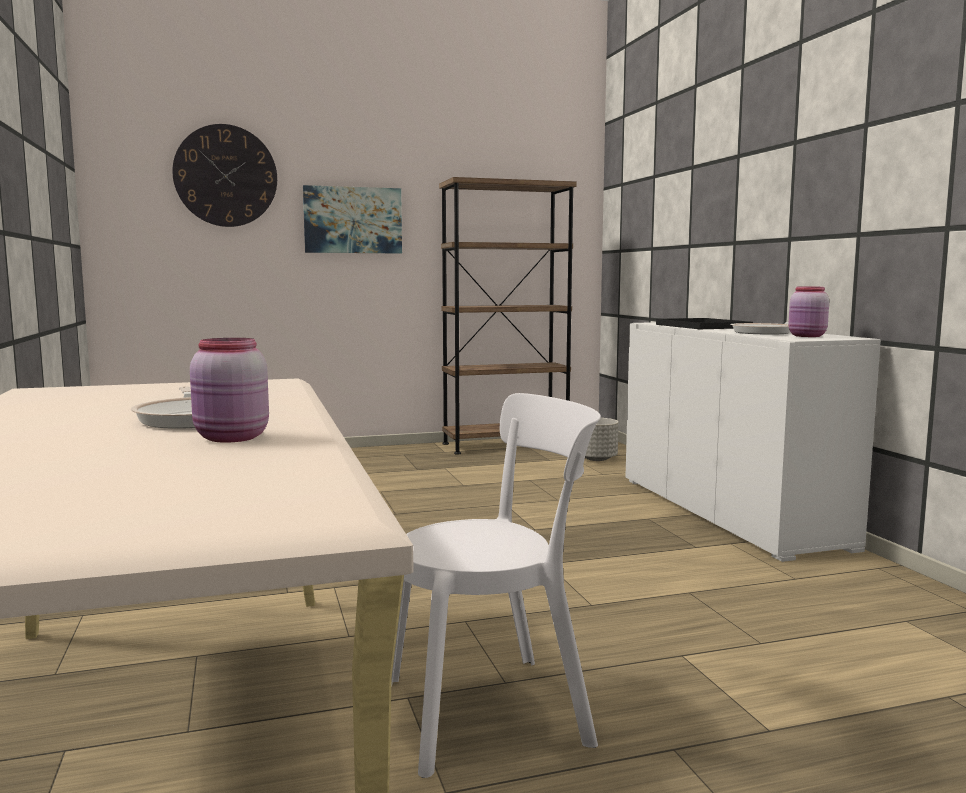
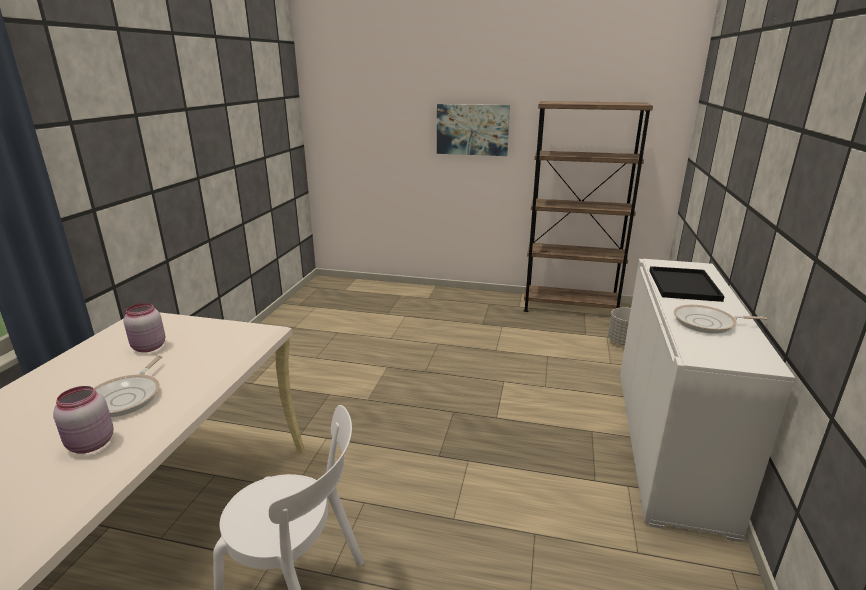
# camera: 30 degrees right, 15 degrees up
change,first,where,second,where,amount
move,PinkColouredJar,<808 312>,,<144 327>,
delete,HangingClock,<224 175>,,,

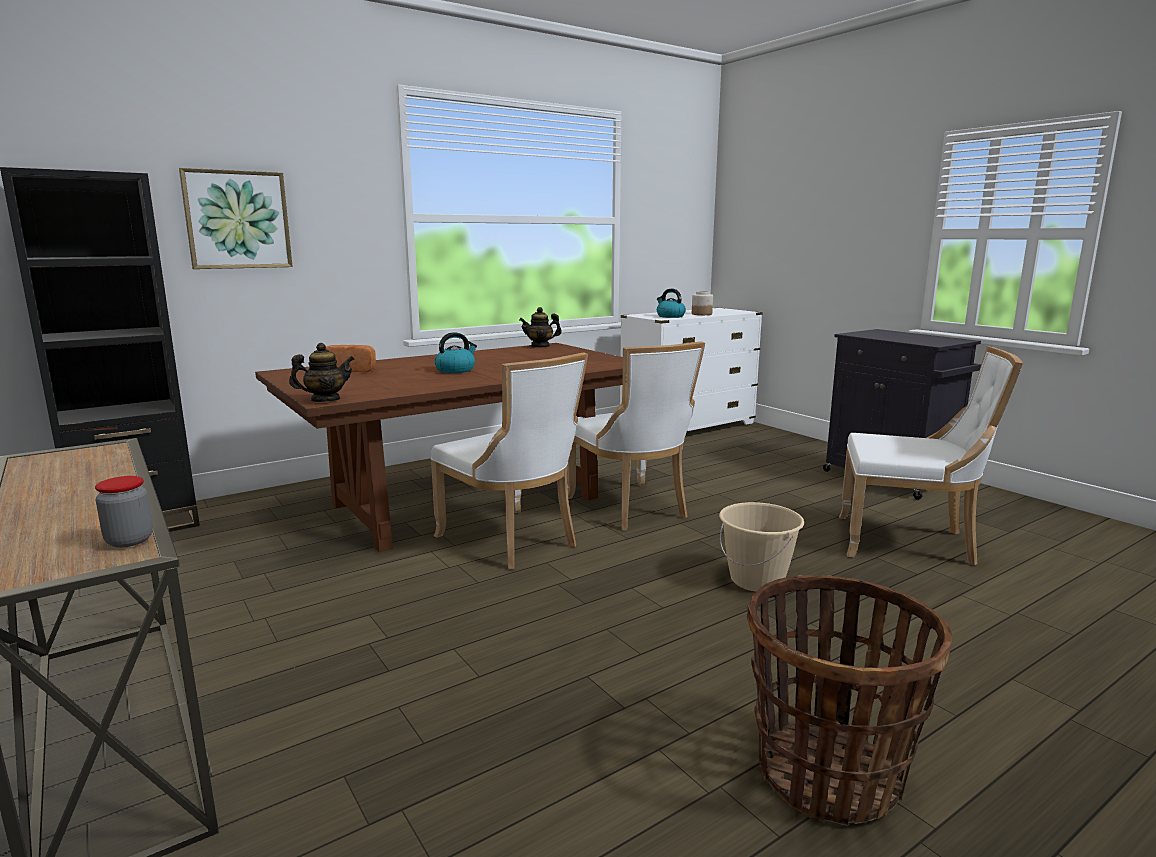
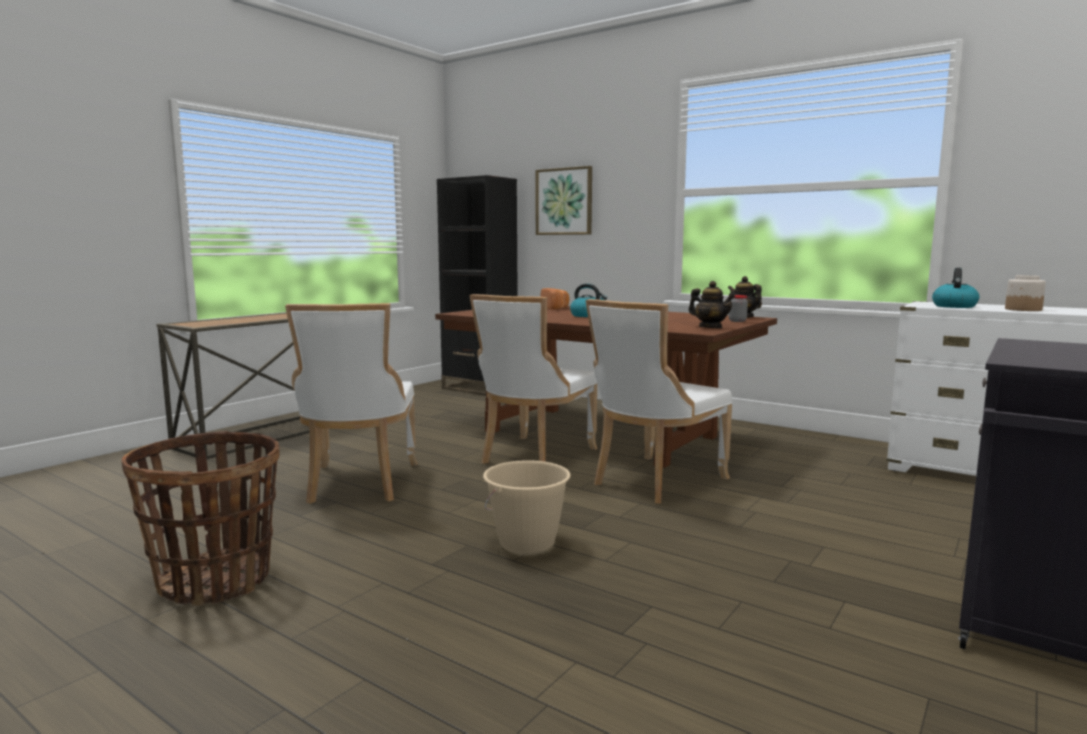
# camera: 70 degrees right, 5 degrees down
change,first,where,second,where,amount
move,WhitePlainChair,<931 456>,,<351 403>,
move,TeaPot,<321 372>,,<711 304>,
move,Jar,<124 511>,,<738 308>,

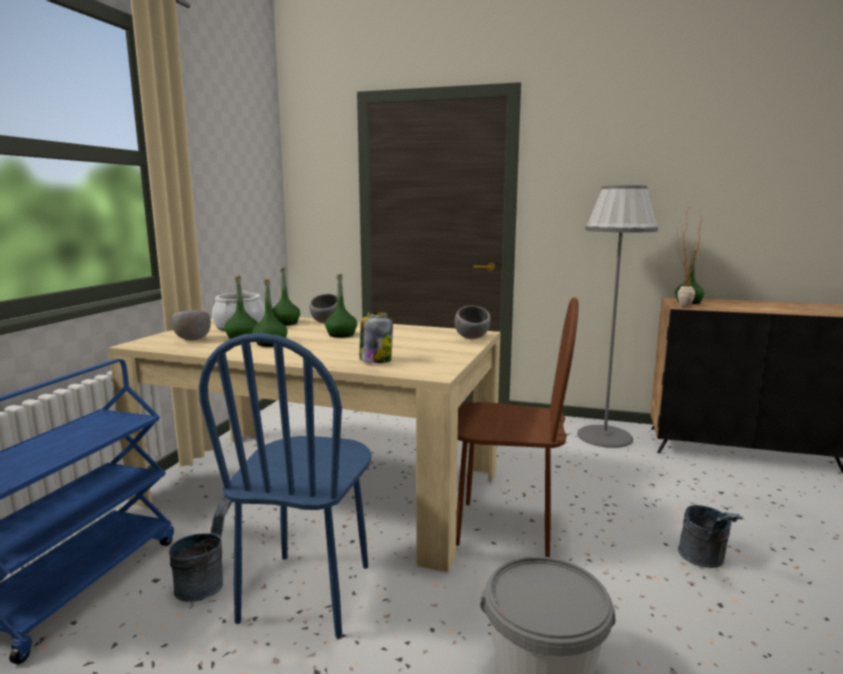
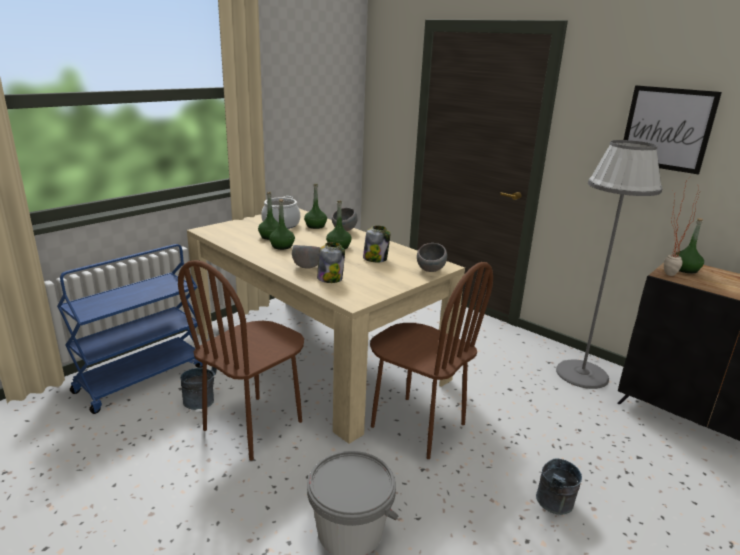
# camera: 25 degrees right, 10 degrees up
change,first,where,second,where,amount
recolor,BluishPlainChair,<285 485>,BrownishPlainChair,<241 360>,
move,GrayBowl,<191 325>,,<306 256>,
insert,,,Jar,<376 243>,
insert,,,WallPicture,<673 130>,

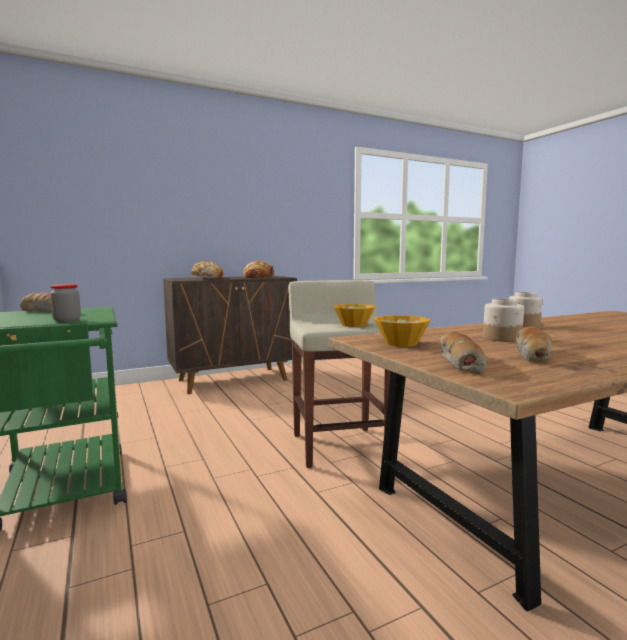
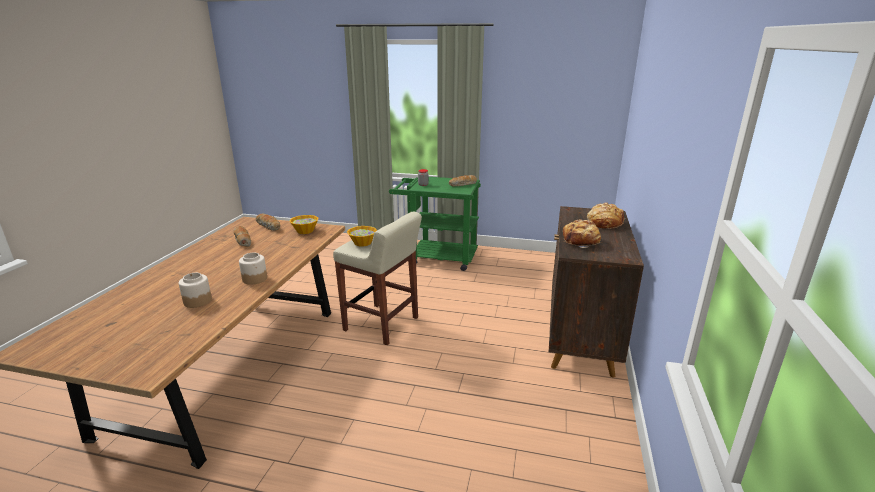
# camera: 130 degrees right, 15 degrees up
change,first,where,second,where,amount
move,Jar,<503 320>,,<195 290>,

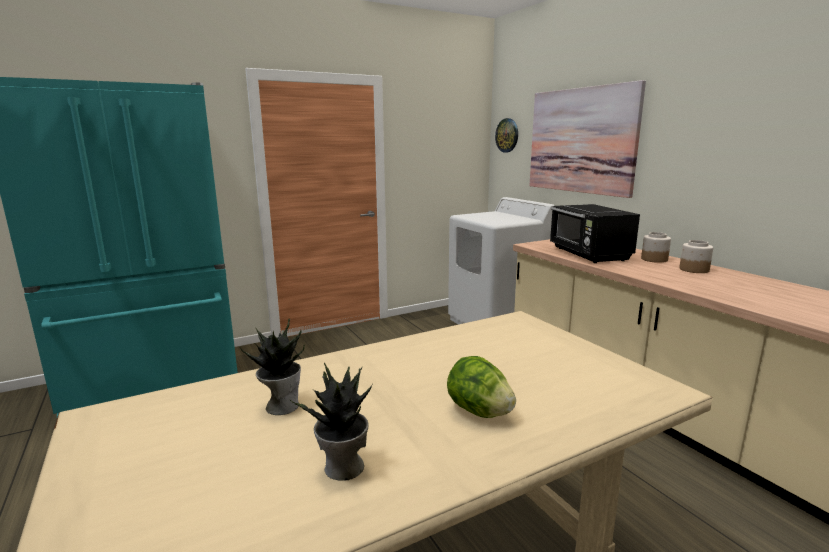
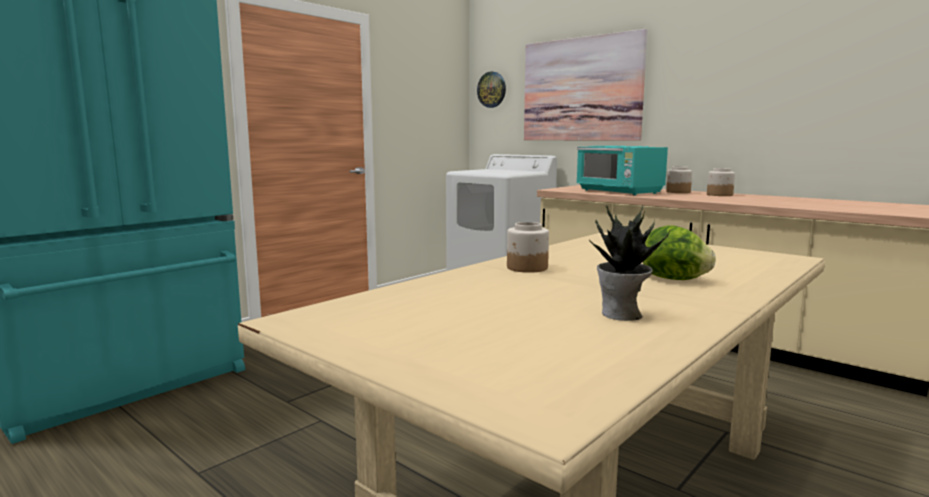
# camera: 20 degrees left, 5 degrees down
change,first,where,second,where,amount
insert,,,Jar,<528 247>,
recolor,BlackColouredKitchenMicrowave,<595 233>,TurquoiseKitchenMicrowave,<622 170>,
delete,Houseplant,<272 367>,,,

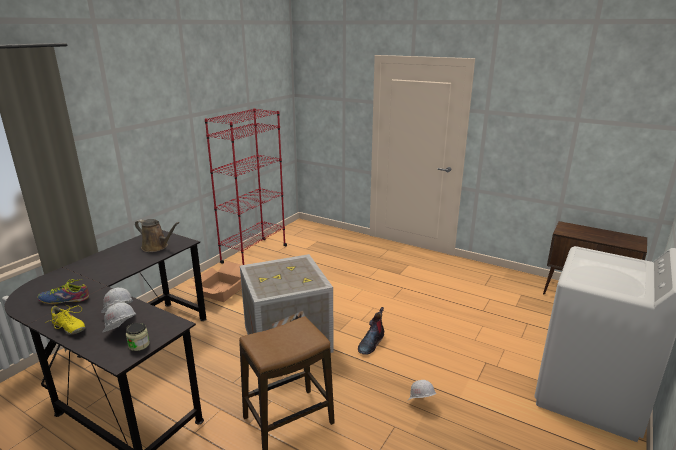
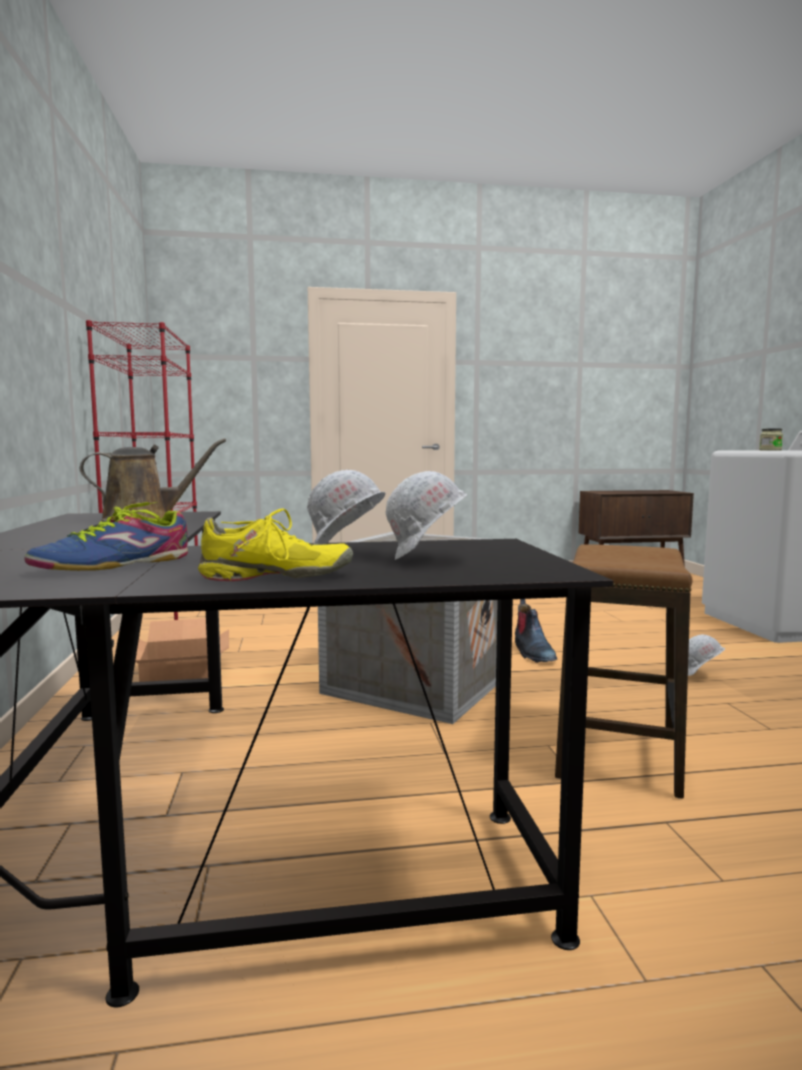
# camera: 40 degrees left, 15 degrees down
change,first,where,second,where,amount
move,Jar,<138 337>,,<771 439>,

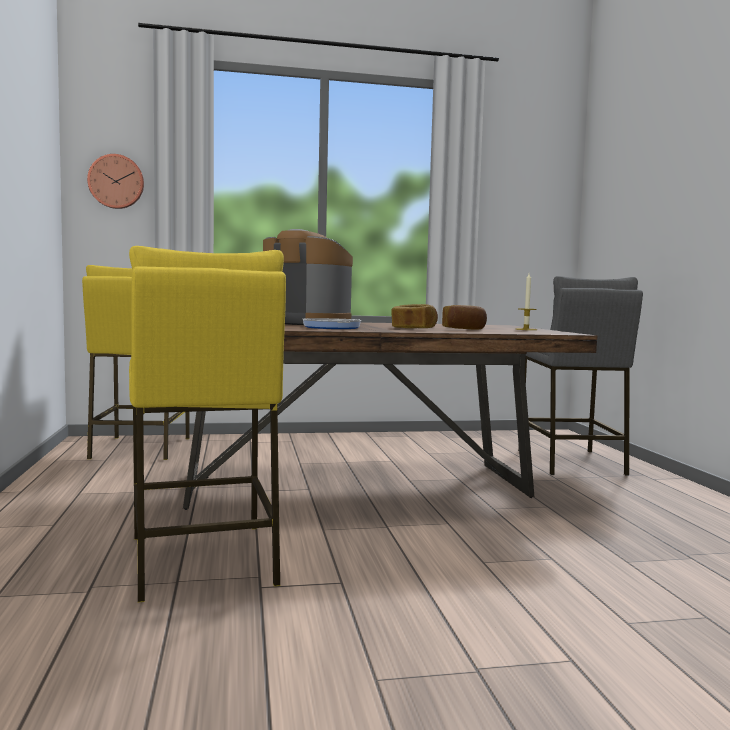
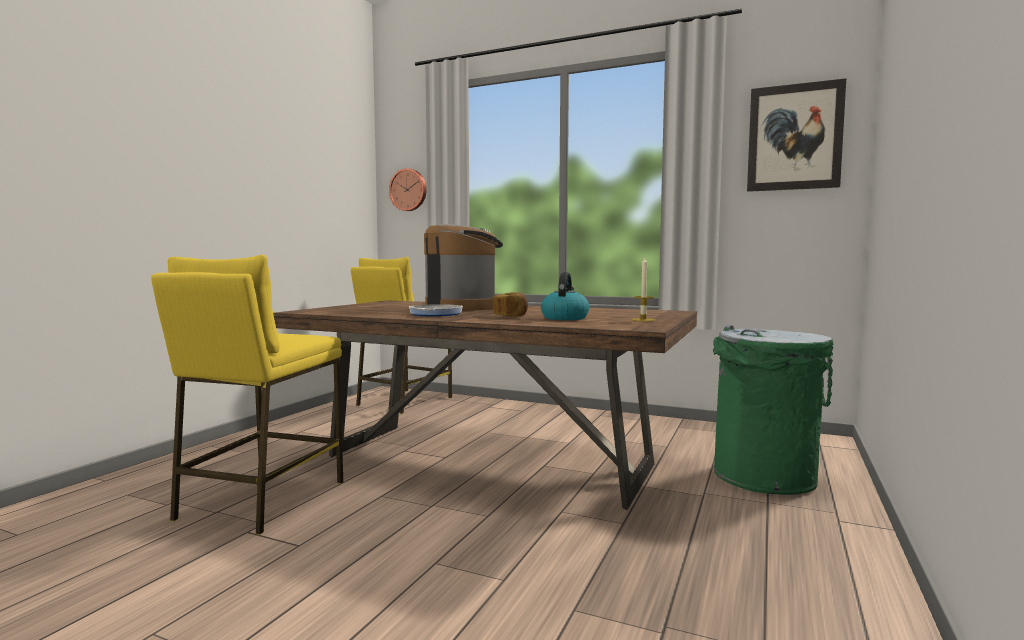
# camera: 35 degrees right, 0 degrees up
change,first,where,second,where,amount
replace,BakeryBread,<464 317>,TeaKettle,<565 296>,
replace,GraySittingStool,<580 376>,GreenTrashCan,<773 410>,
insert,,,WallPicture,<796 135>,

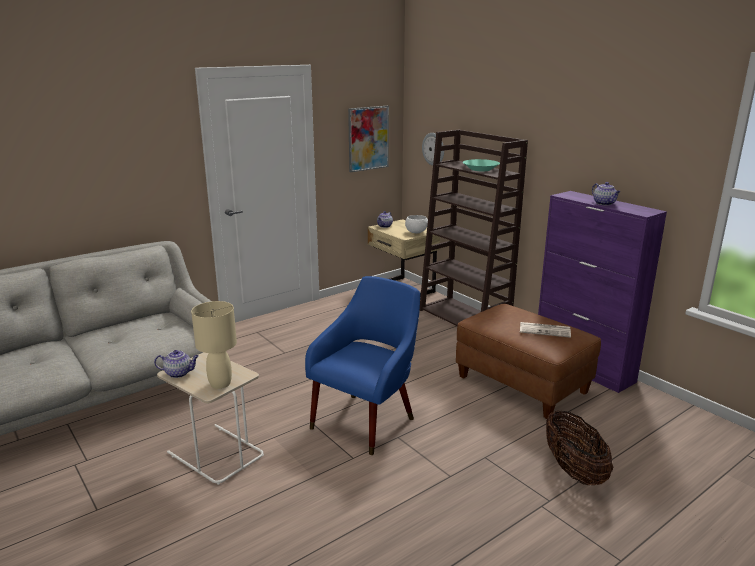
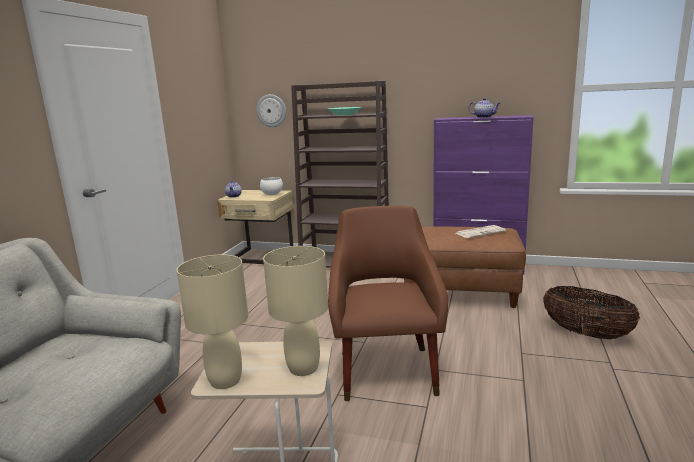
# camera: 35 degrees left, 5 degrees down
change,first,where,second,where,amount
replace,TeaPot,<176 364>,BeigeColouredTabletopLamp,<212 322>,
recolor,BluishLoungeChair,<362 365>,BrownishLoungeChair,<388 303>,
delete,WallPicture,<368 139>,,,

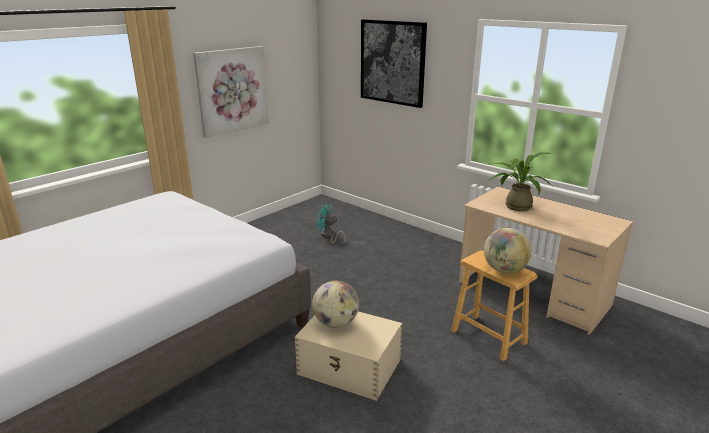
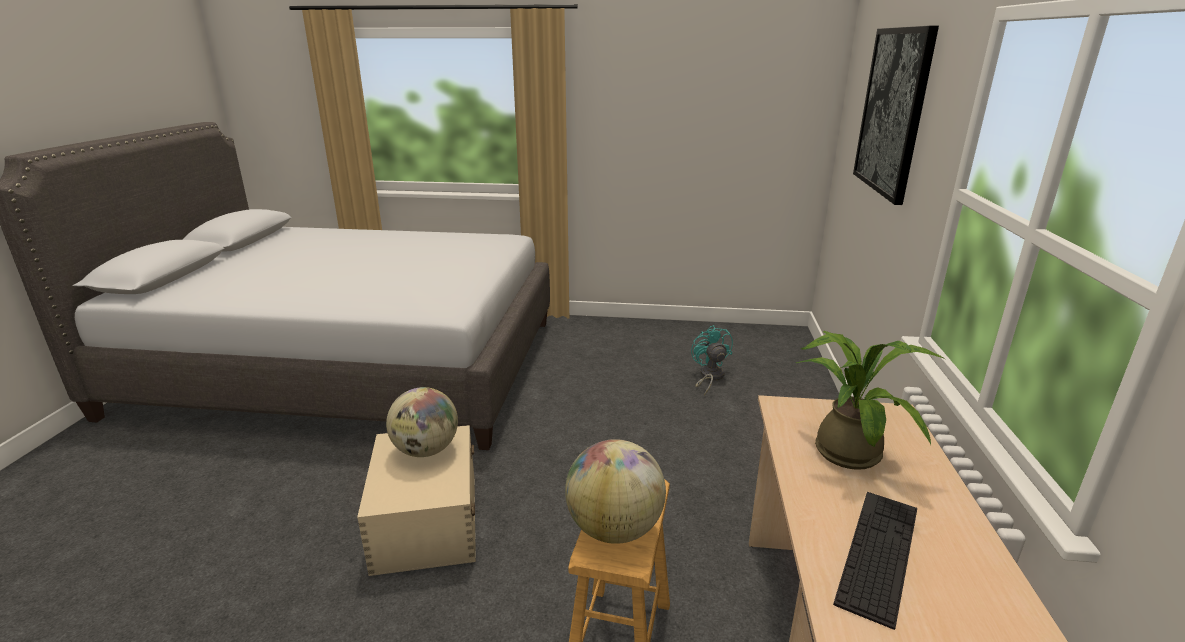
# camera: 55 degrees right, 0 degrees up
change,first,where,second,where,amount
insert,,,PcKeyboard,<875 561>,
delete,WallPicture,<231 92>,,,

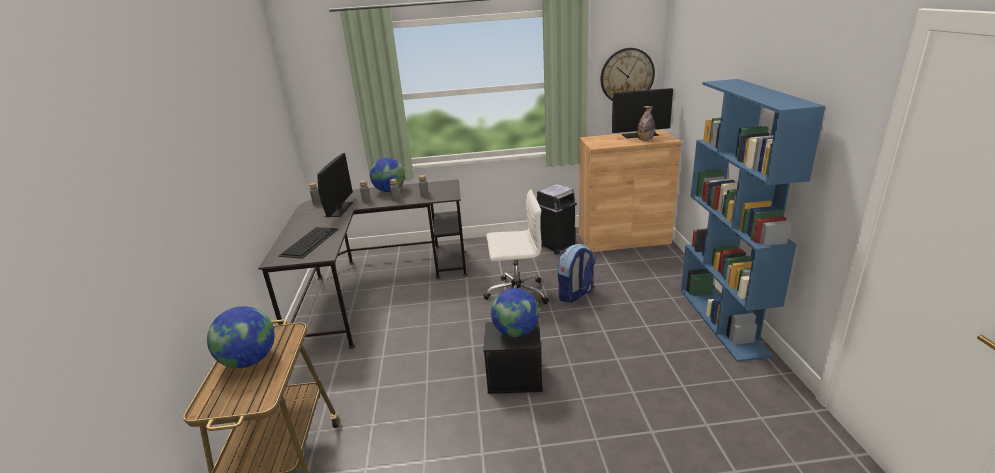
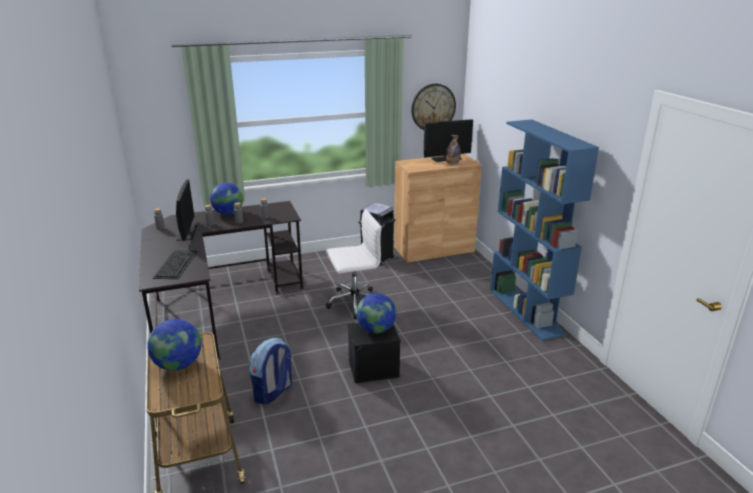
# camera: 15 degrees left, 0 degrees up
change,first,where,second,where,amount
move,Knapsack,<576 273>,,<270 371>,

